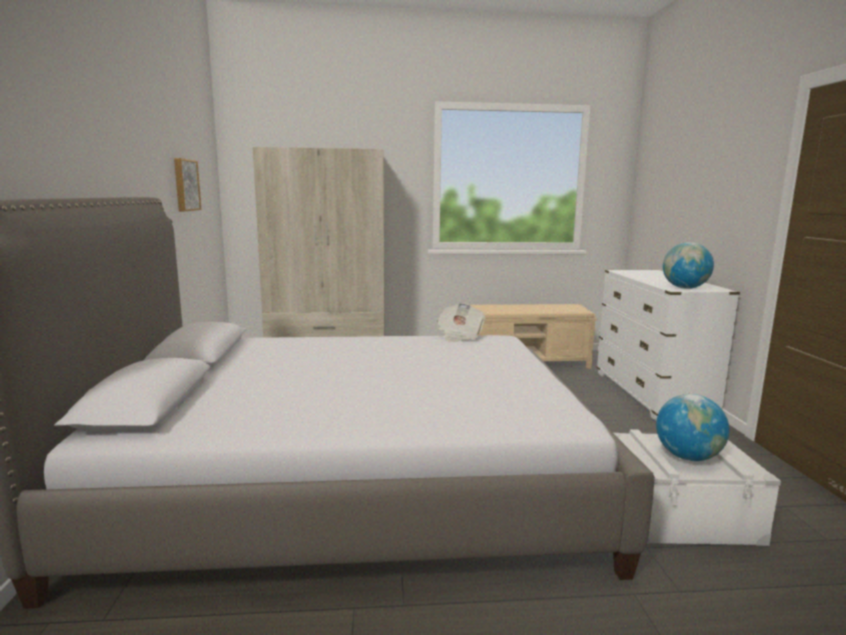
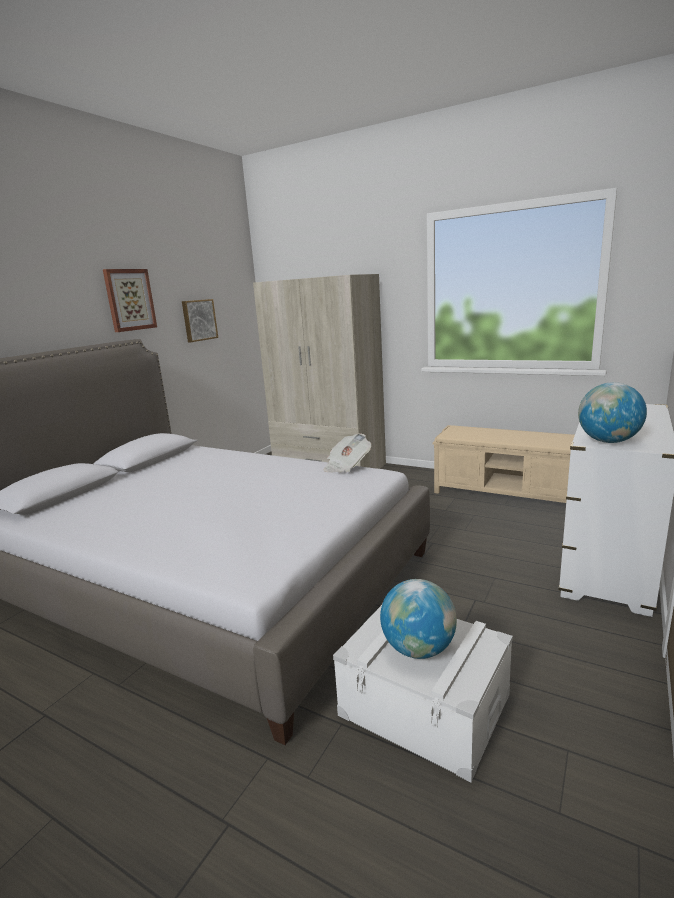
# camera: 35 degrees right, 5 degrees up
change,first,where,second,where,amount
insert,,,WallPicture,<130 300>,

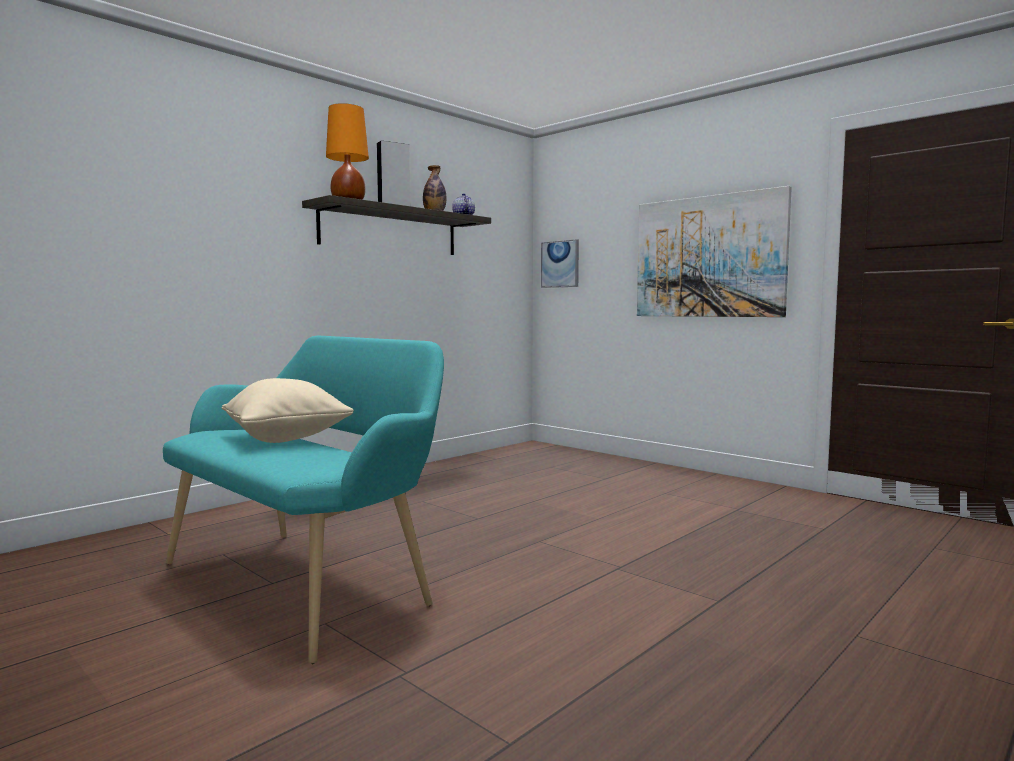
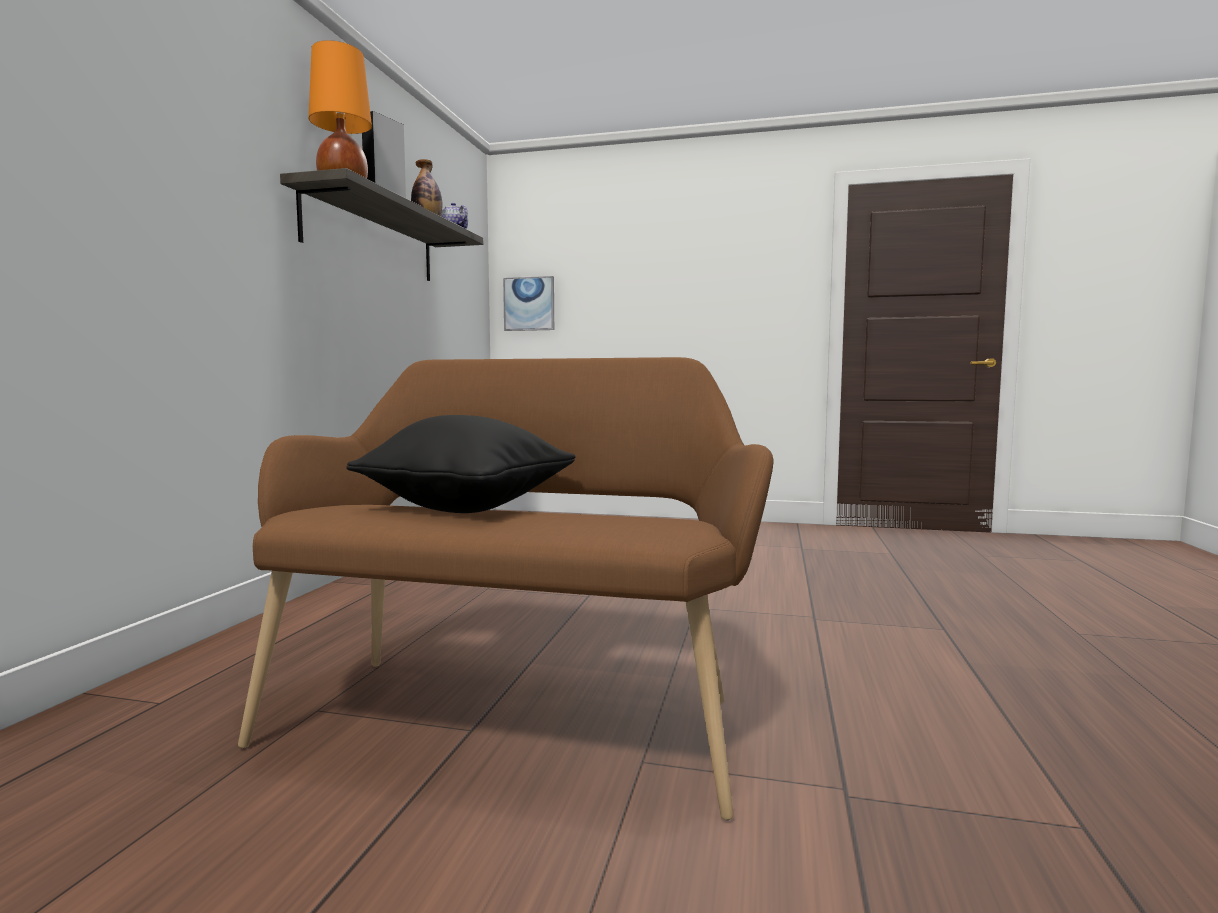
# camera: 30 degrees left, 0 degrees up
change,first,where,second,where,amount
recolor,TurquoiseLongSeat,<303 500>,BrownishLongSeat,<506 588>,
recolor,BeigeColouredCushion,<288 410>,BlackColouredCushion,<461 464>,
delete,WallPicture,<714 251>,,,

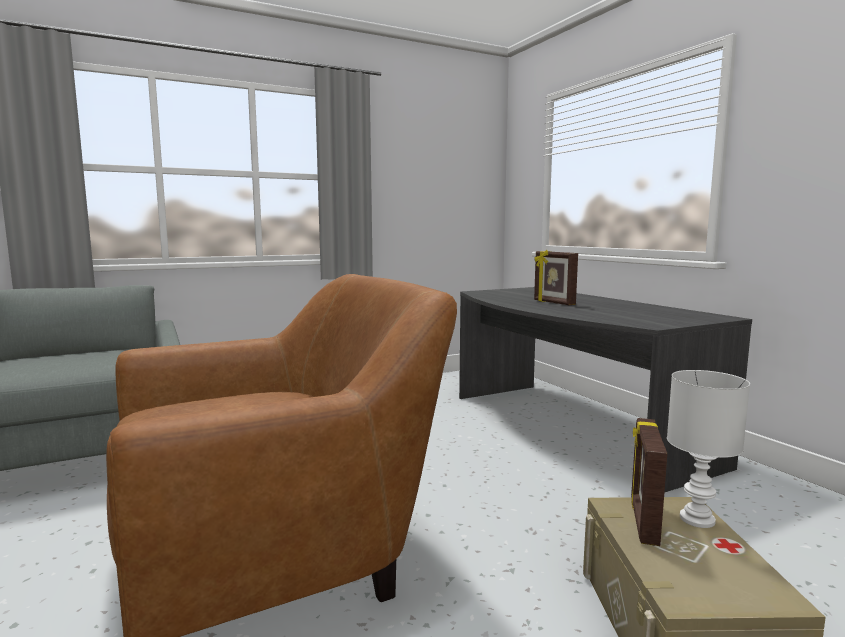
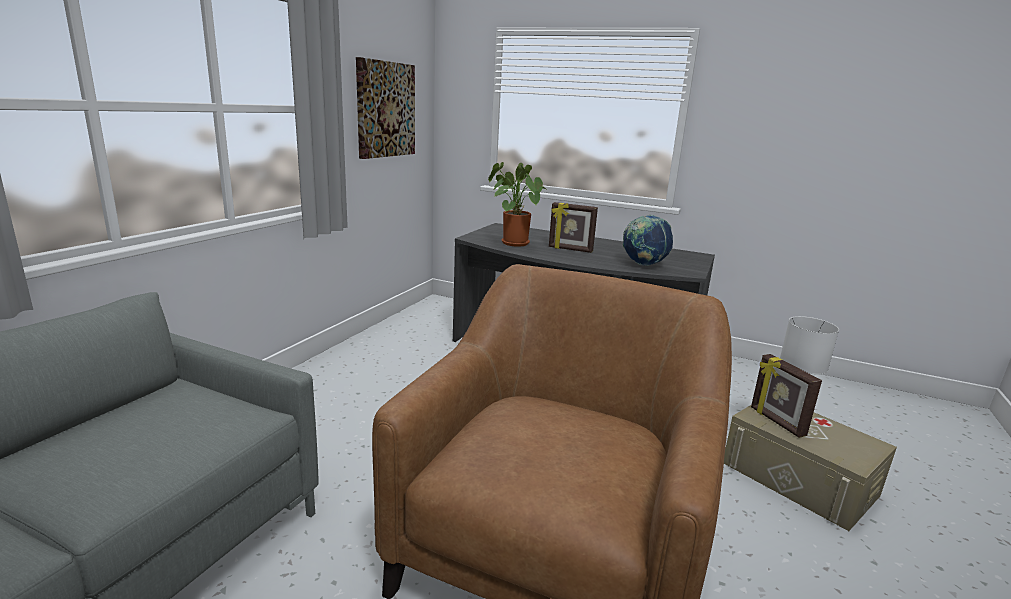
# camera: 40 degrees left, 10 degrees up
change,first,where,second,where,amount
insert,,,WallPicture,<385 108>,
insert,,,Houseplant,<518 204>,
insert,,,DeskGlobe,<648 240>,

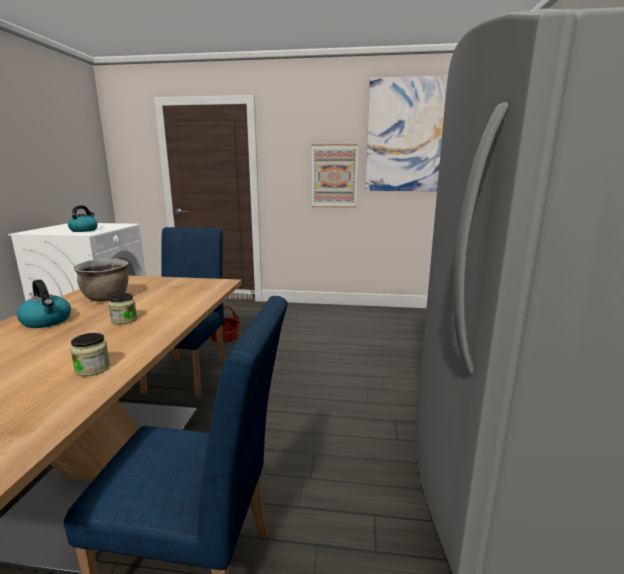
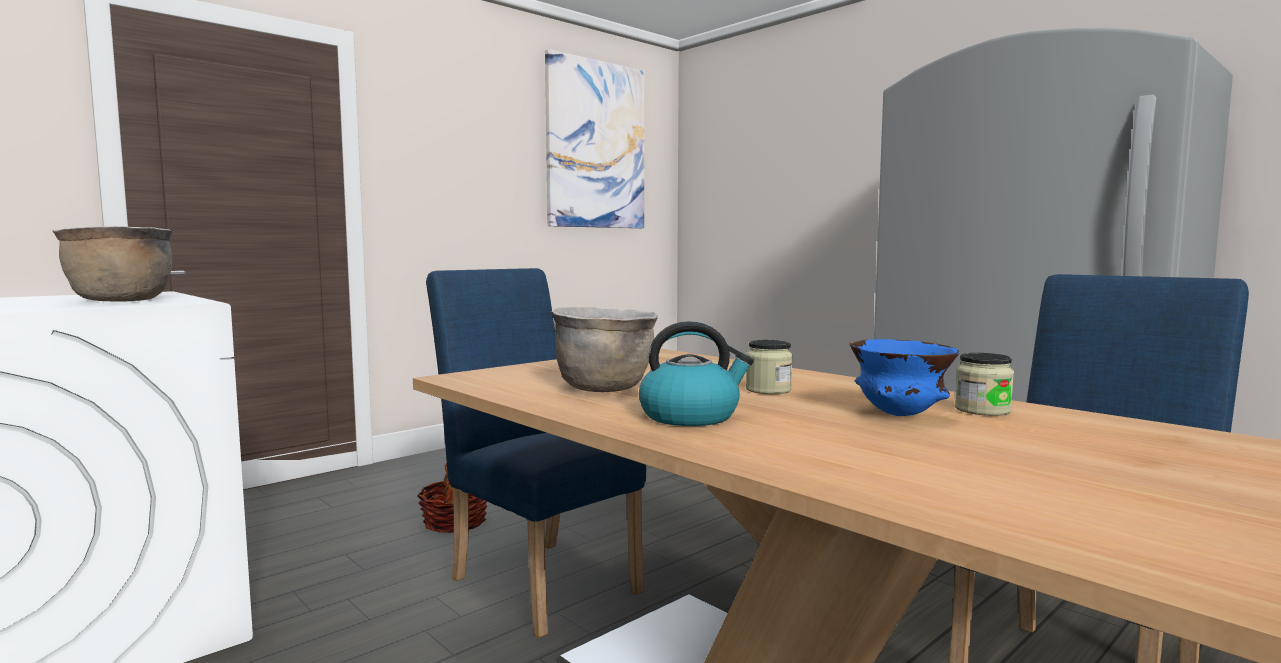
# camera: 50 degrees left, 10 degrees down
change,first,where,second,where,amount
replace,TeaKettle,<83 218>,BrownishStockpot,<113 263>,
insert,,,BluishBowl,<905 377>,
delete,WallPicture,<335 176>,,,

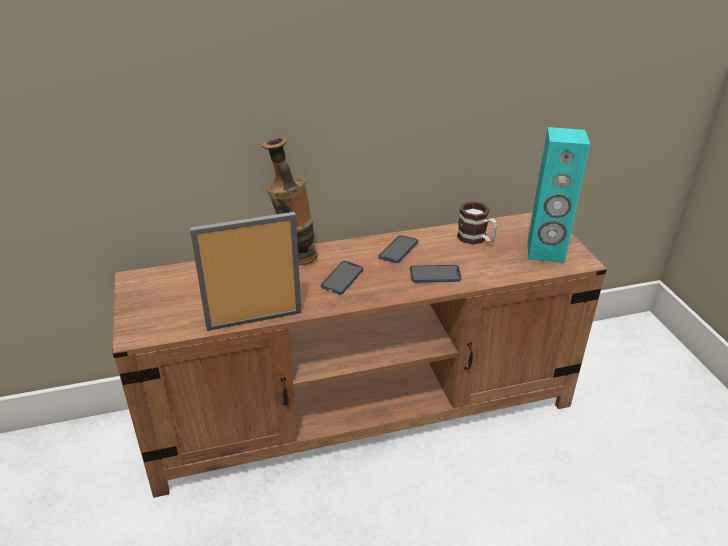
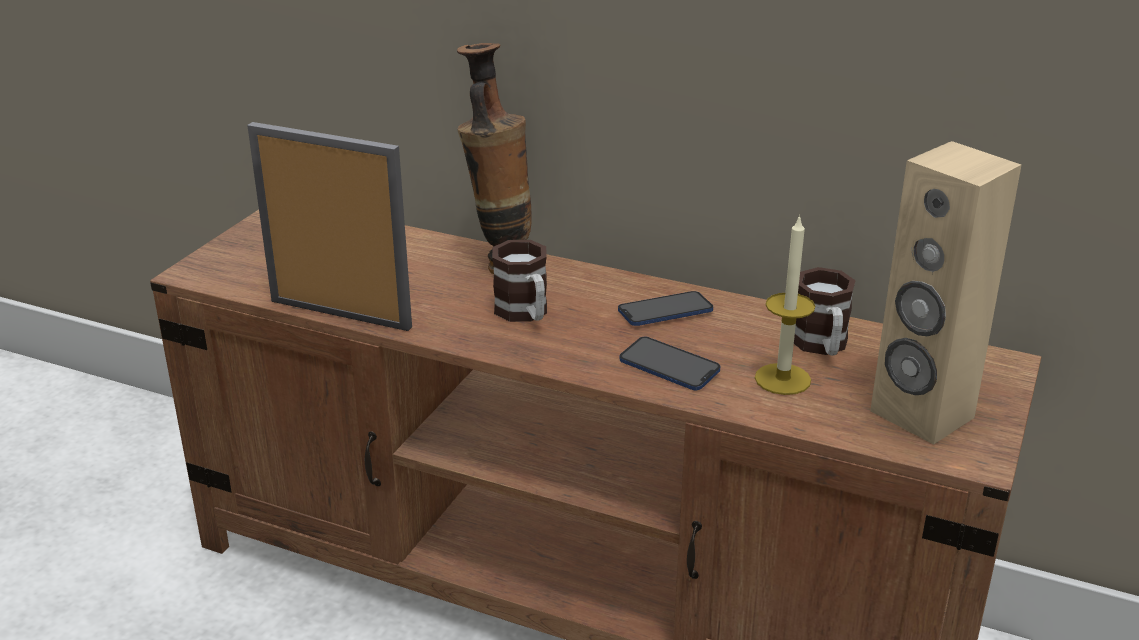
# camera: 40 degrees right, 5 degrees down
change,first,where,second,where,amount
replace,Handset,<342 278>,TeaMug,<519 281>,
insert,,,WaxCandle,<785 305>,
recolor,TurquoiseLoudspeaker,<558 195>,BeigeColouredLoudspeaker,<945 293>,

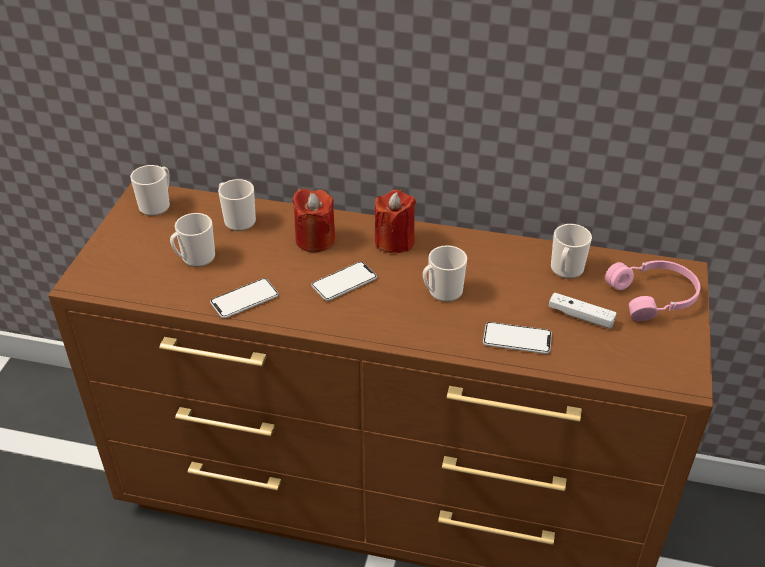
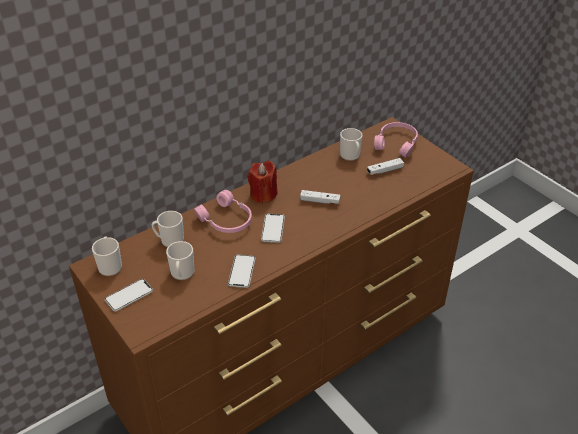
# camera: 50 degrees left, 0 degrees up
change,first,where,second,where,amount
move,Handset,<517 338>,,<129 295>,
replace,ReddishWaxCandle,<313 220>,PinkColouredHeadset,<223 211>,
replace,TeaMug,<445 273>,WhiteGamepad,<320 197>,

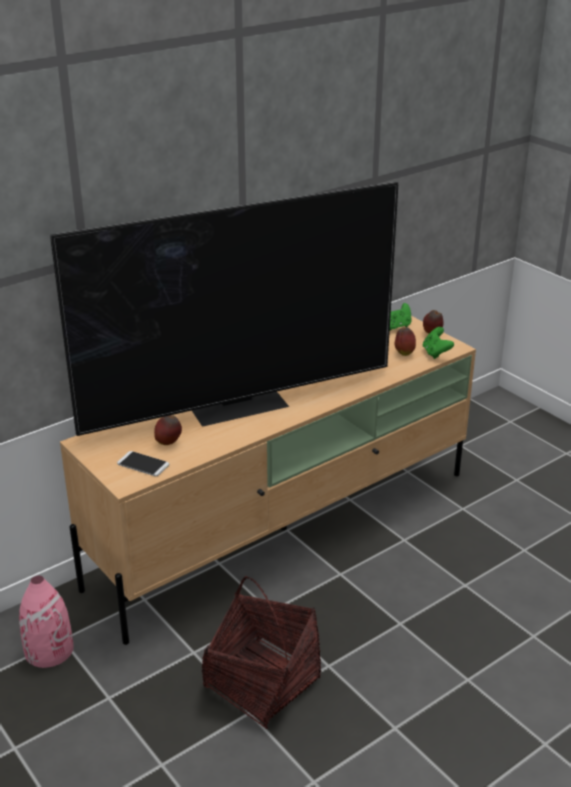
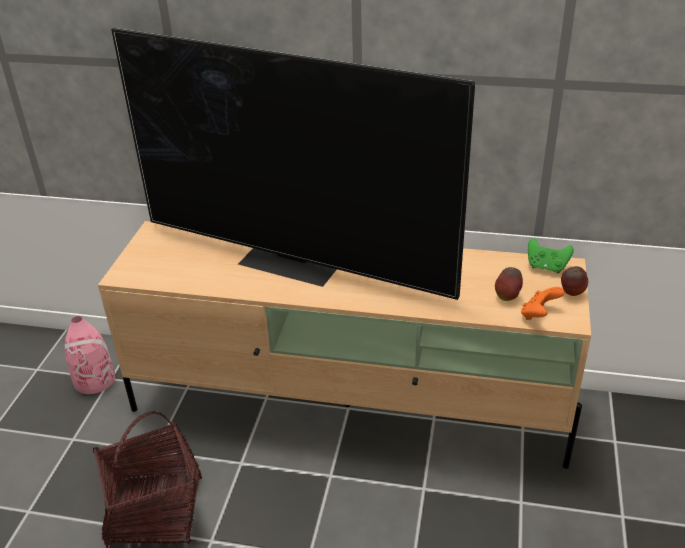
# camera: 50 degrees right, 5 degrees up
change,first,where,second,where,amount
recolor,GreenGamepad,<438 343>,OrangeColouredGamepad,<543 303>,
delete,Handset,<143 463>,,,
delete,WholeApple,<168 430>,,,

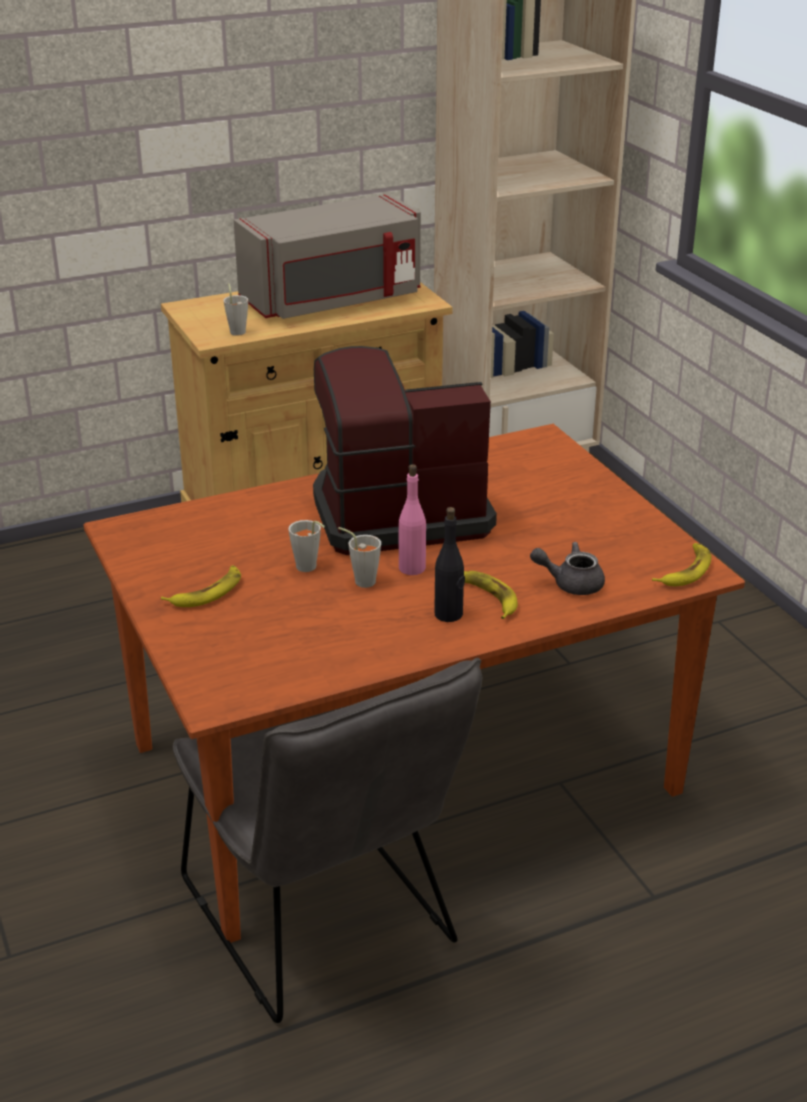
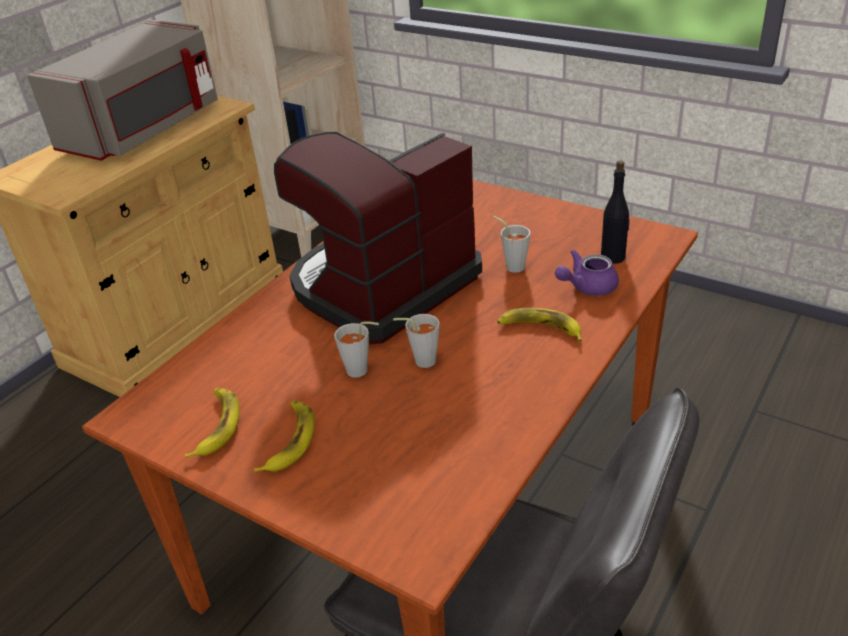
# camera: 30 degrees left, 5 degrees up
change,first,where,second,where,amount
move,WholeBanana,<682 564>,,<212 423>,
move,GraySmallCup,<235 309>,,<512 244>,
recolor,GrayTeaPot,<567 568>,PurpleTeaPot,<587 273>,
move,BlackColouredBeverageBottle,<449 564>,,<615 212>,
delete,PinkColouredBeverageBottle,<412 519>,,,

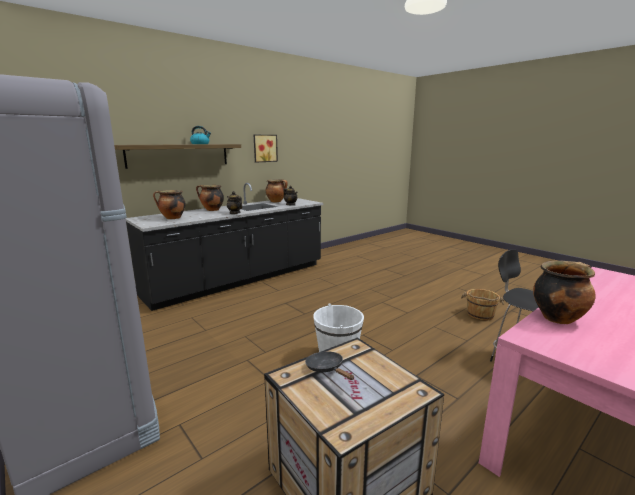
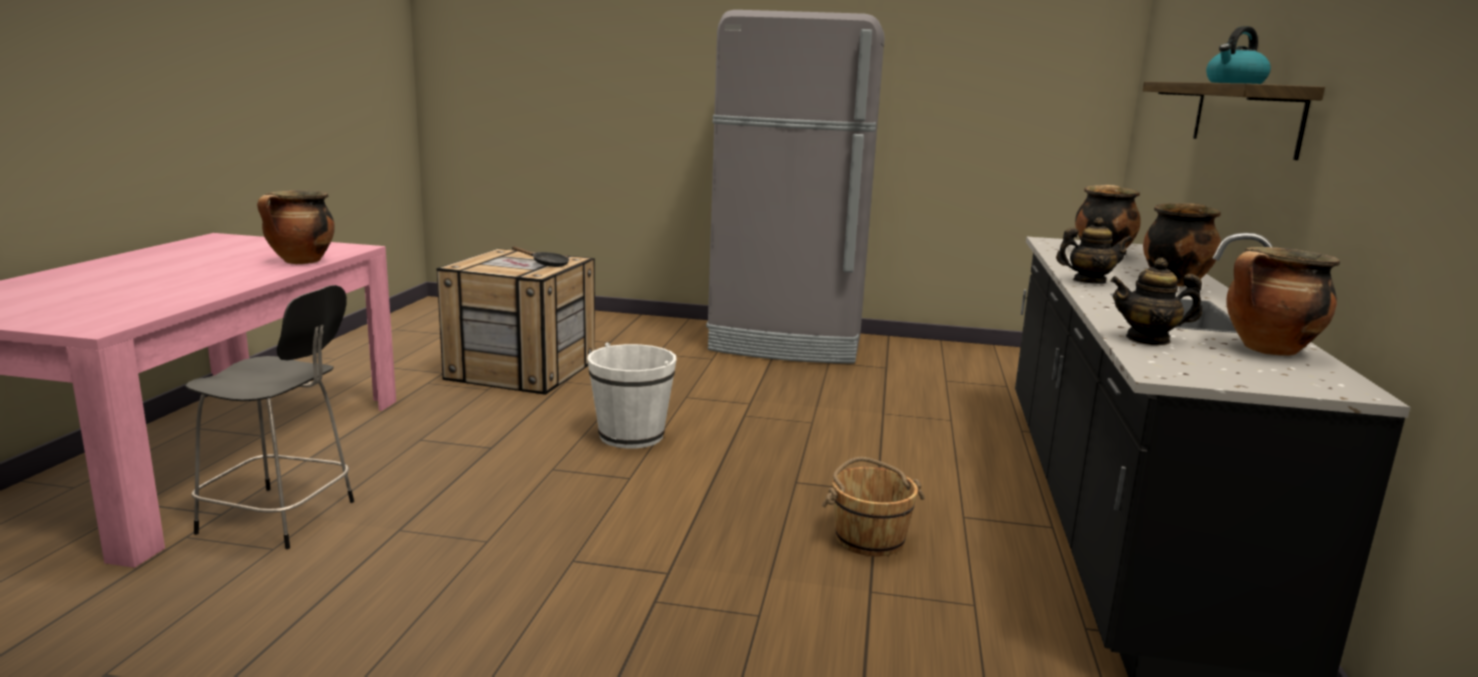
# camera: 140 degrees right, 0 degrees up
change,first,where,second,where,amount
move,BrownishWaterBucket,<482 305>,,<873 506>,
delete,WallPicture,<266 149>,,,

